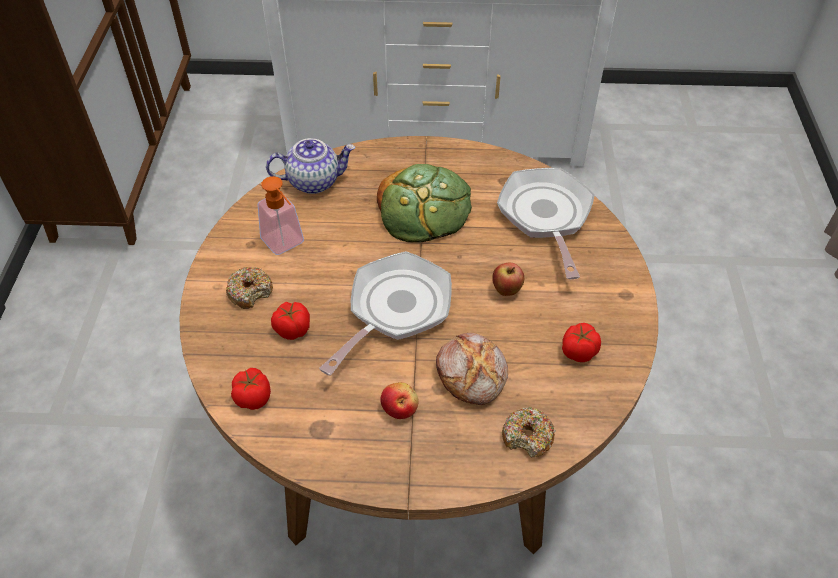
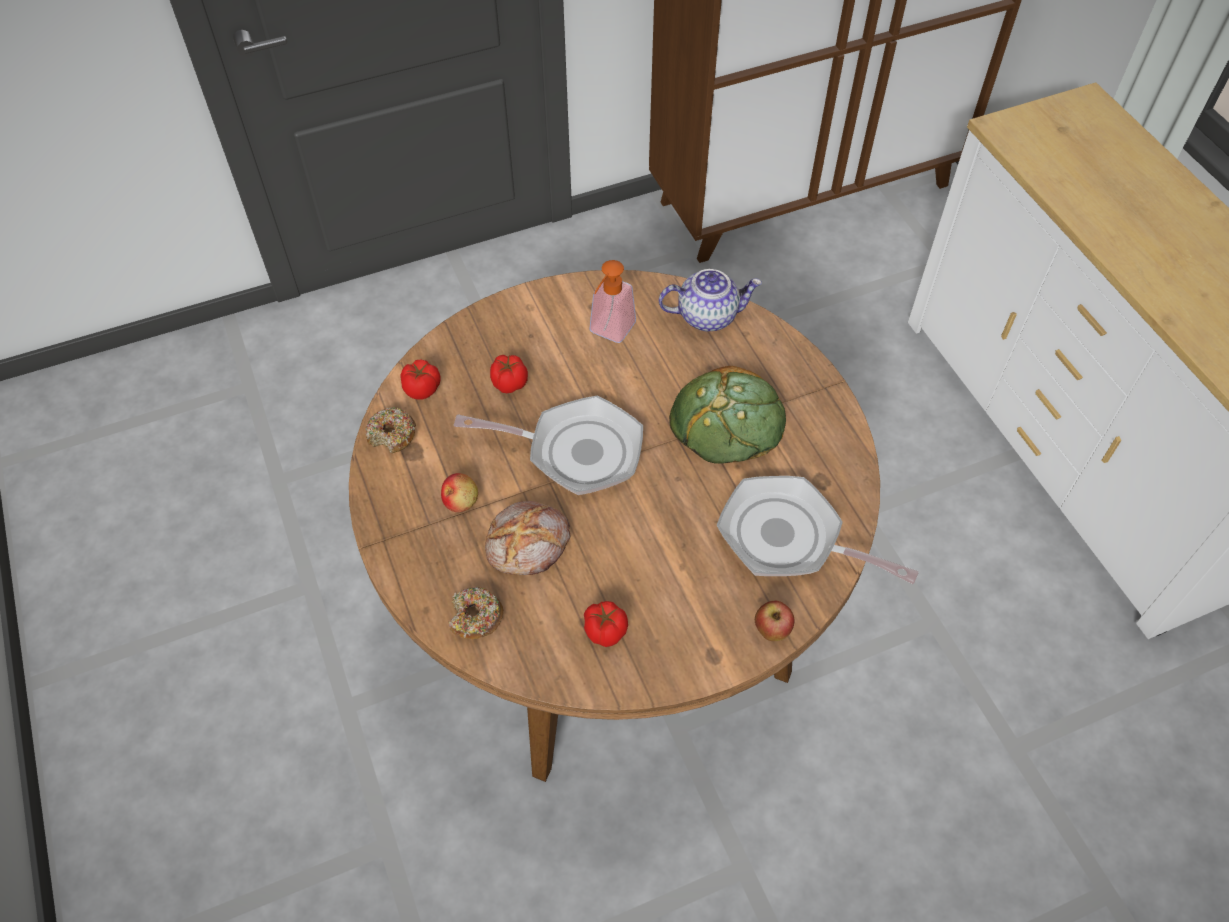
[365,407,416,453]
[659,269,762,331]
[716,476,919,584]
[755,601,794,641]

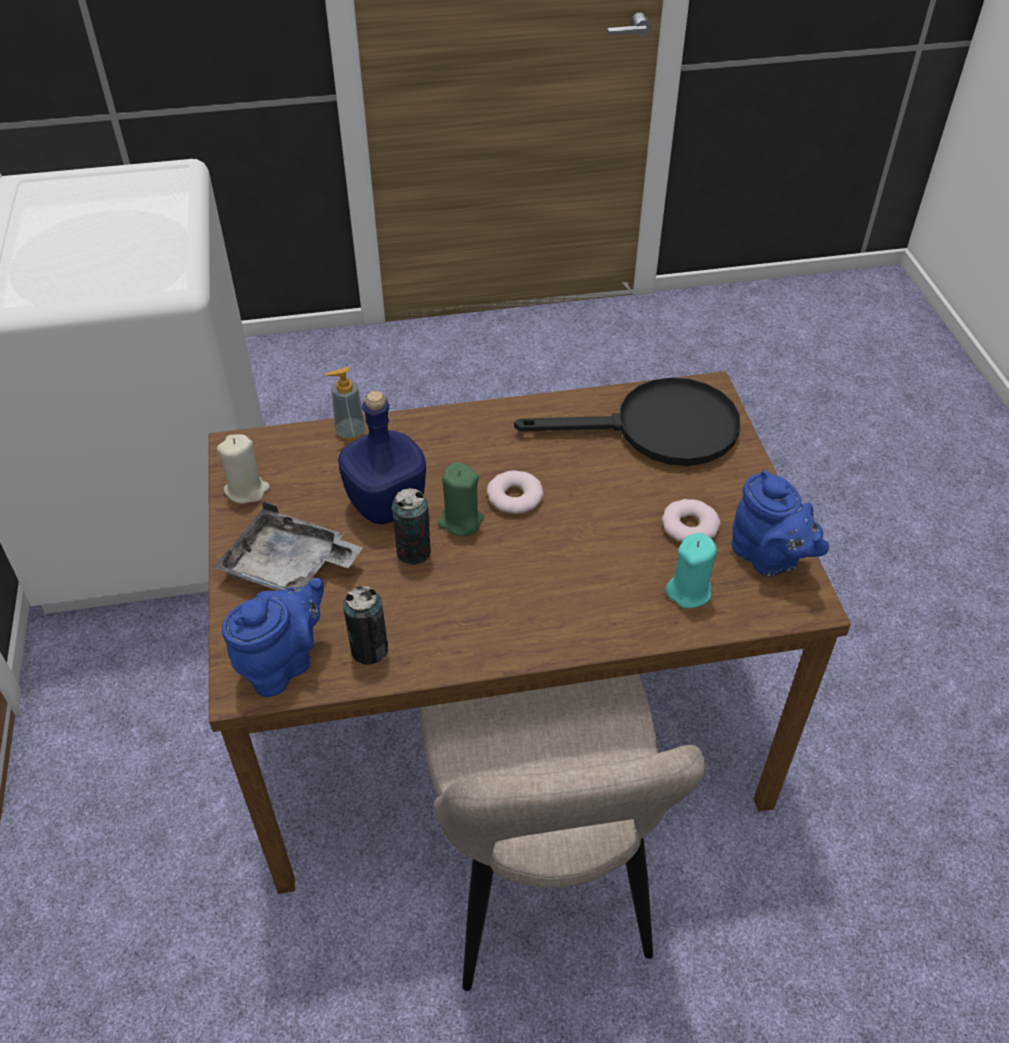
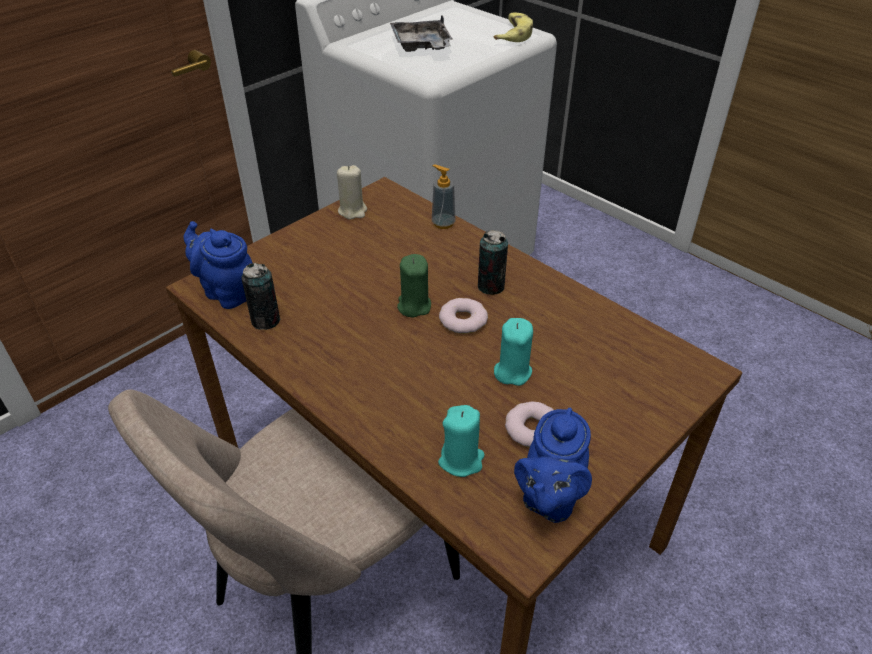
[183,221,253,309]
[390,15,453,52]
[478,230,508,295]
[493,12,533,42]
[494,318,533,386]
[338,391,426,524] (first image)
[514,377,740,466] (first image)

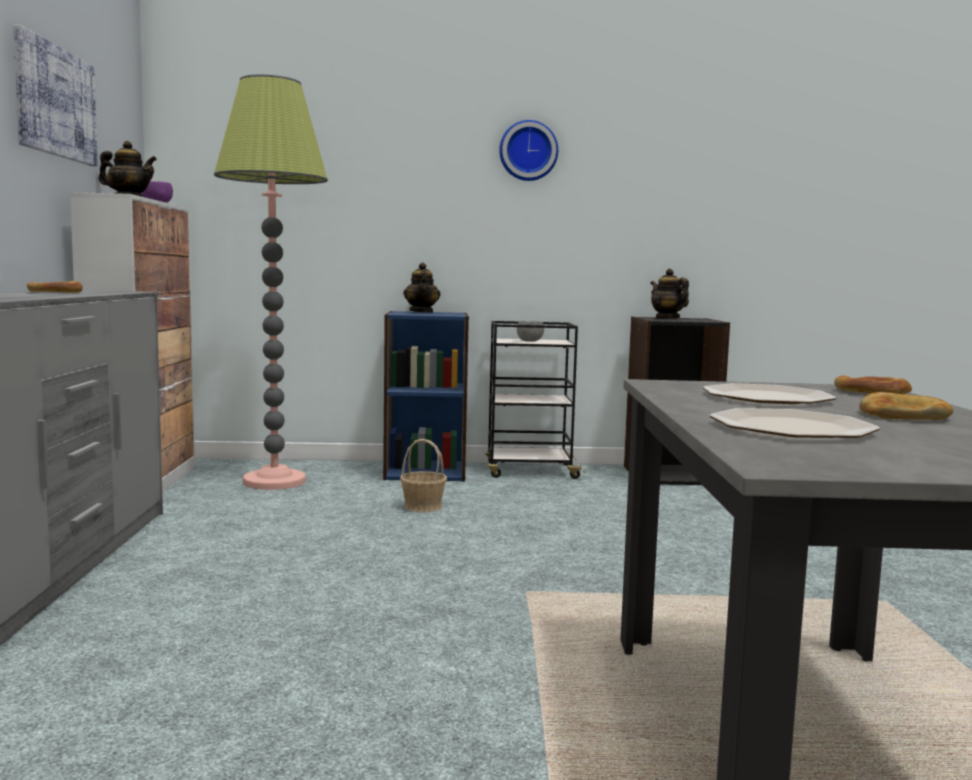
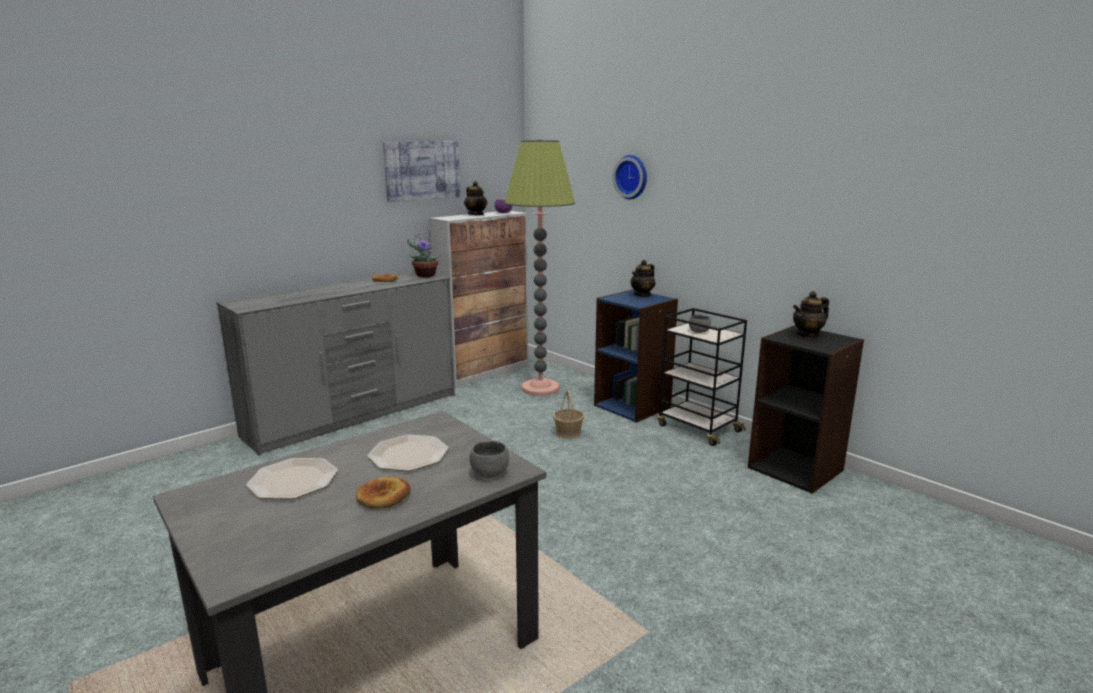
[407,234,442,277]
[470,441,509,478]
[613,155,647,199]
[793,291,829,338]

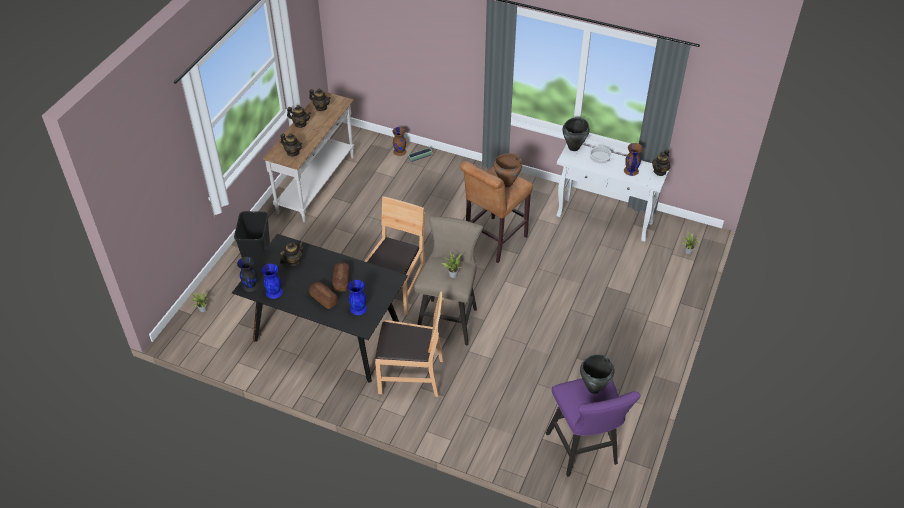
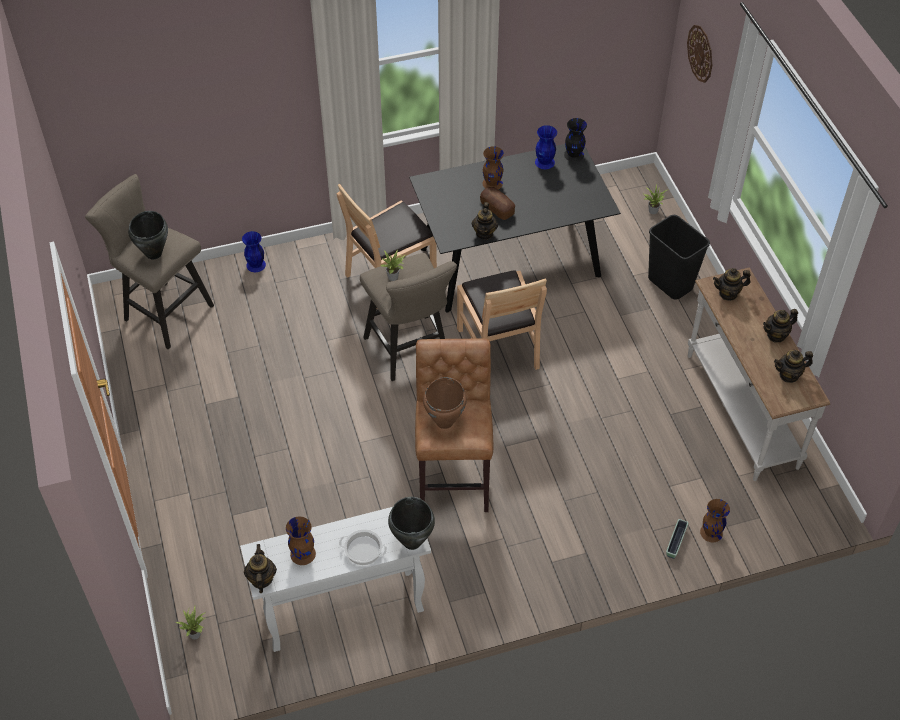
[85,174,214,350]
[242,231,266,272]
[472,202,498,240]
[482,146,504,190]
[687,25,712,83]

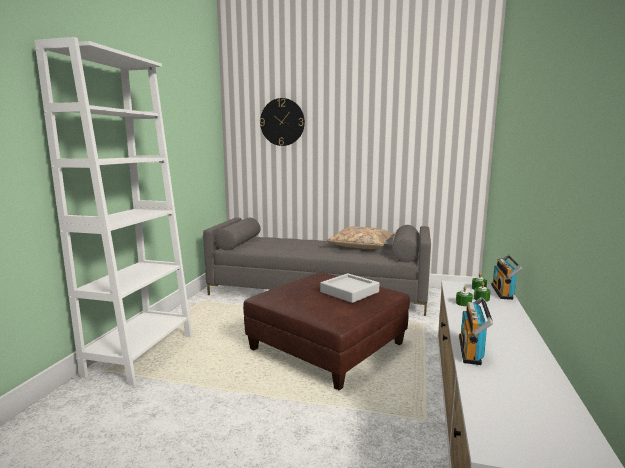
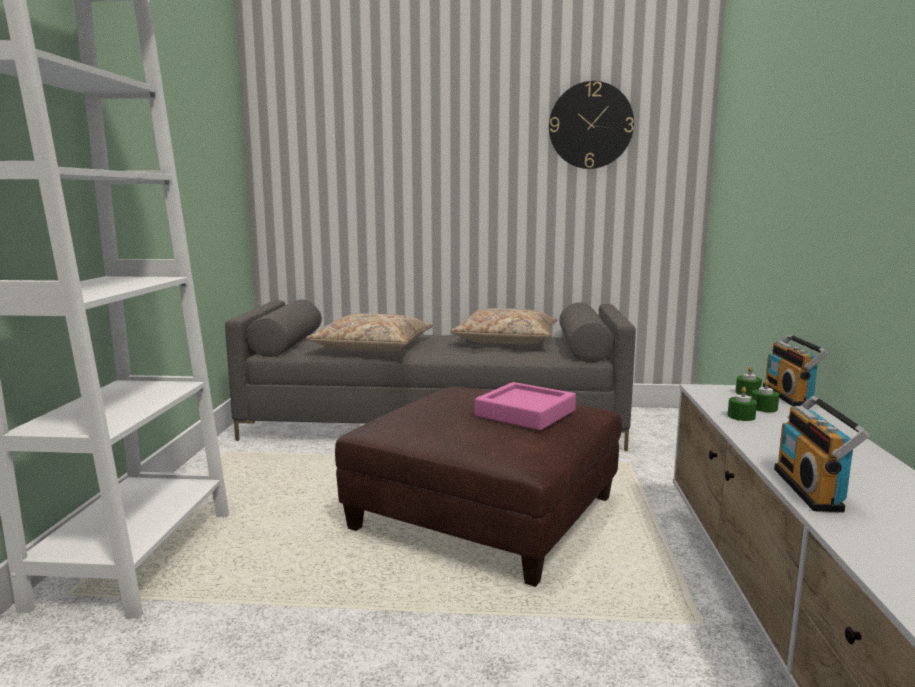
[306,313,433,352]
[475,382,576,430]
[549,81,634,169]

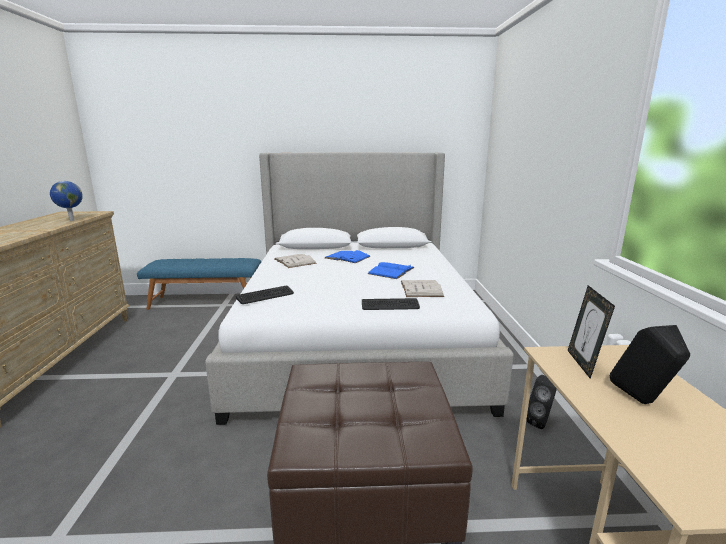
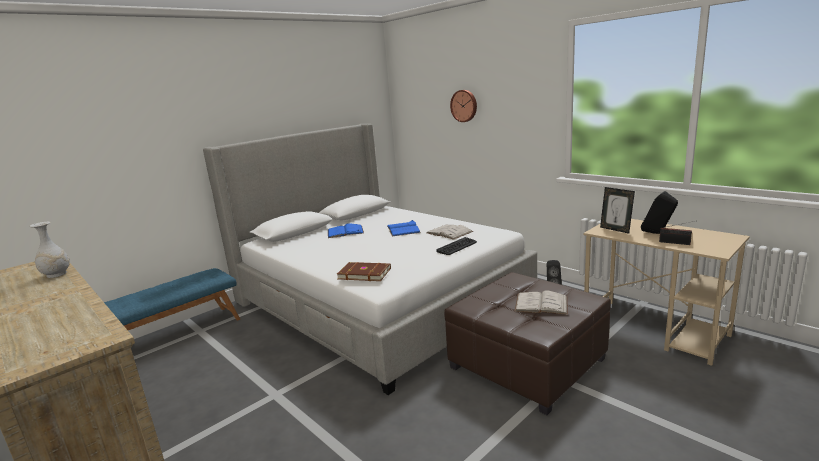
[29,222,70,278]
[337,262,391,281]
[450,90,477,122]
[515,290,568,315]
[659,221,695,245]

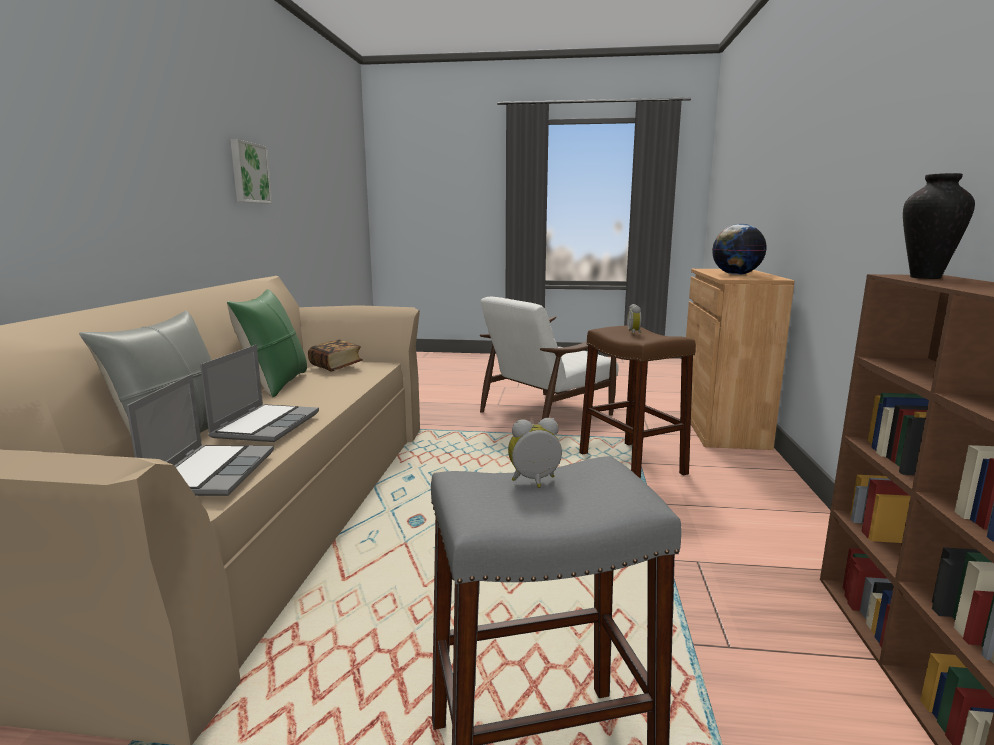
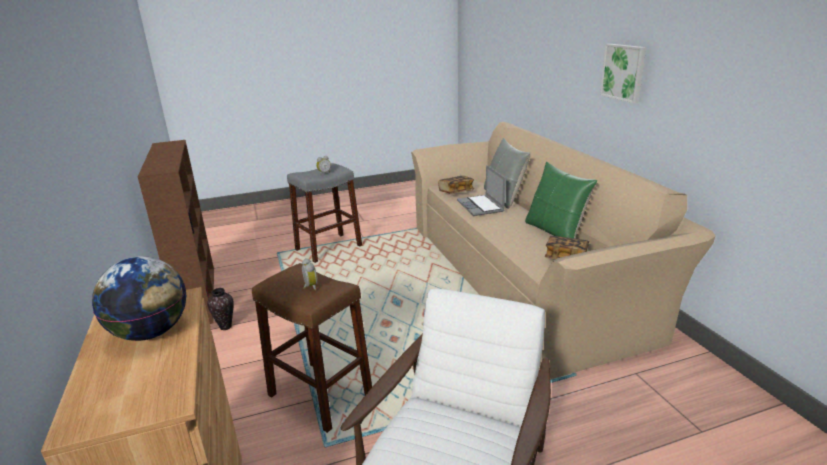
[207,288,234,330]
[438,176,474,194]
[600,44,646,103]

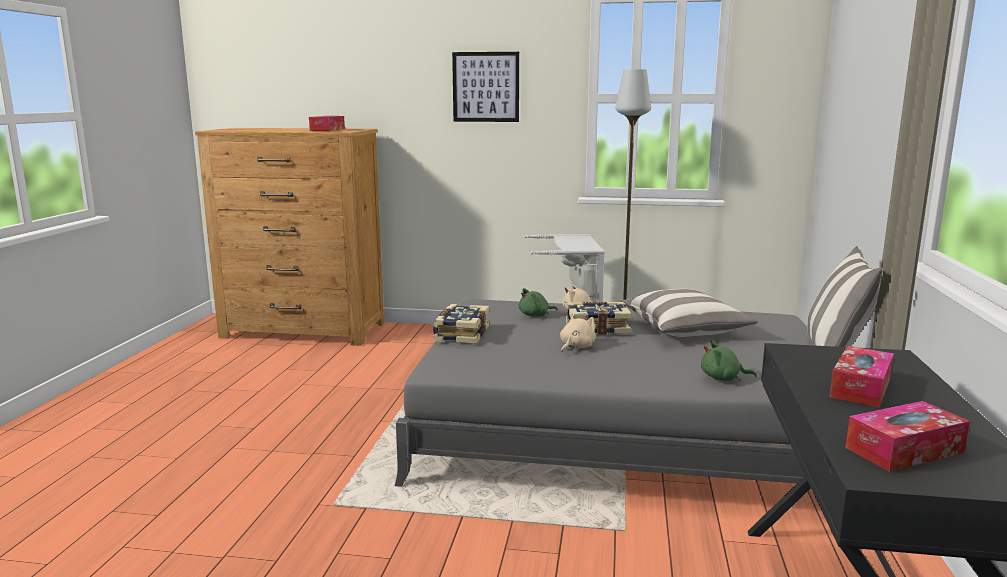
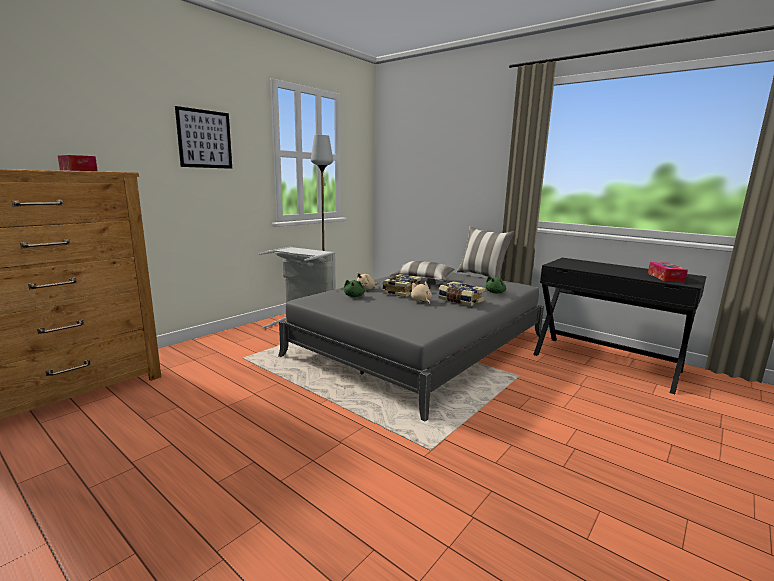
[438,281,486,306]
[830,346,894,407] (first image)

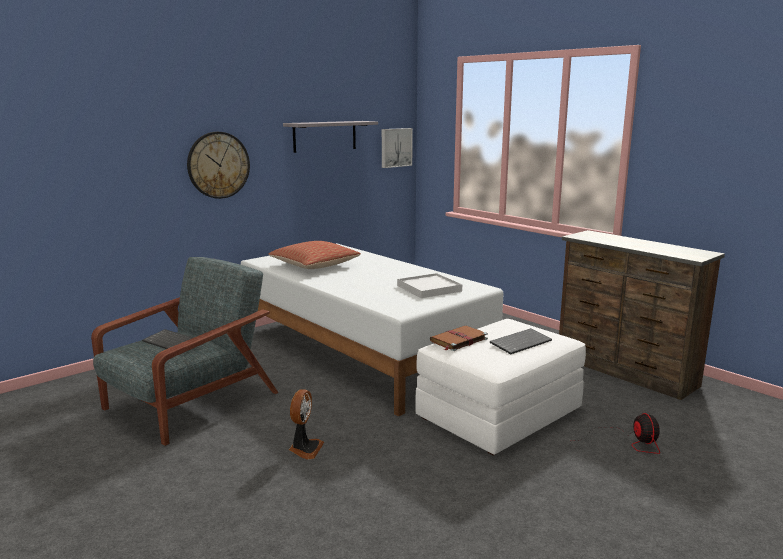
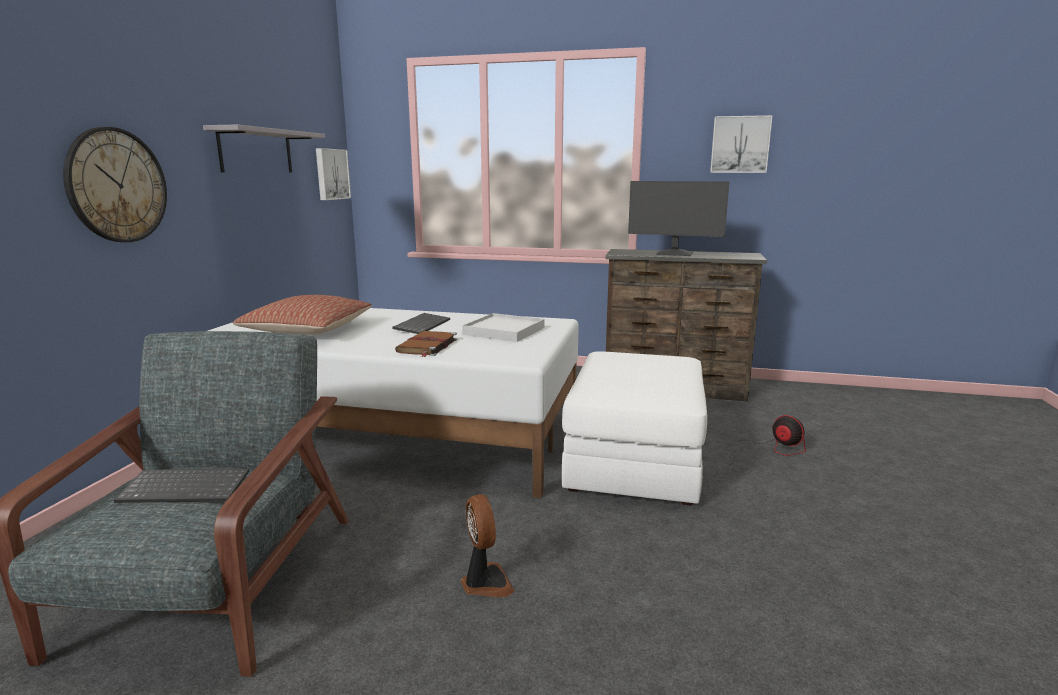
[392,313,450,334]
[395,331,457,357]
[628,181,730,256]
[710,115,773,173]

